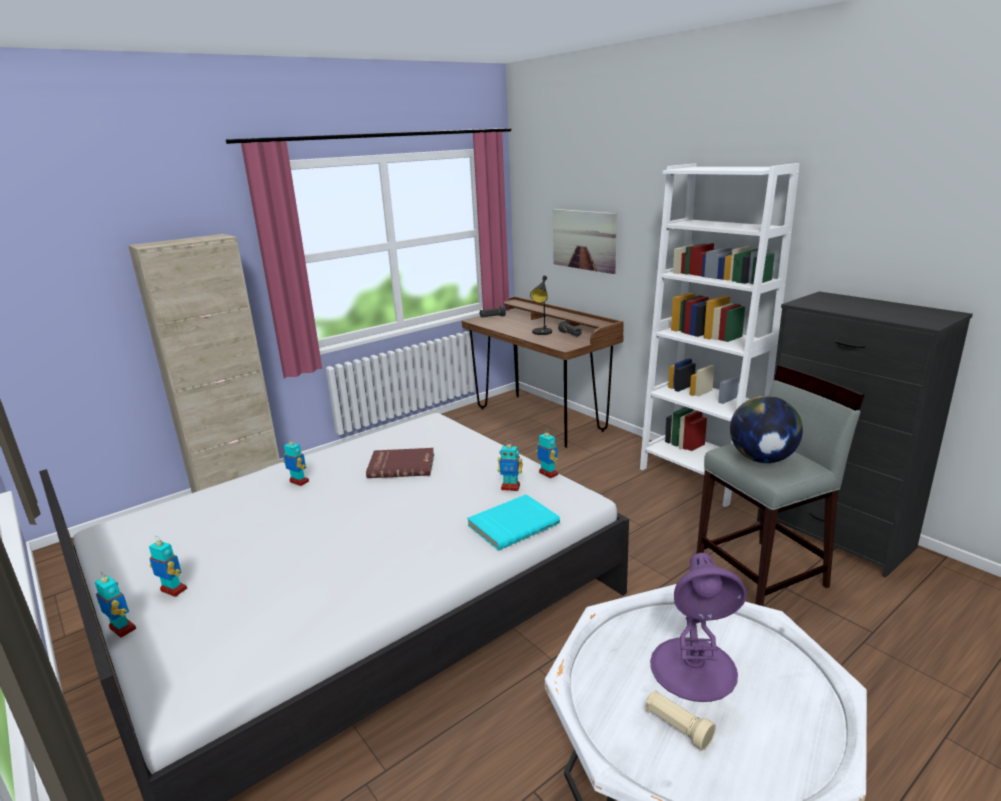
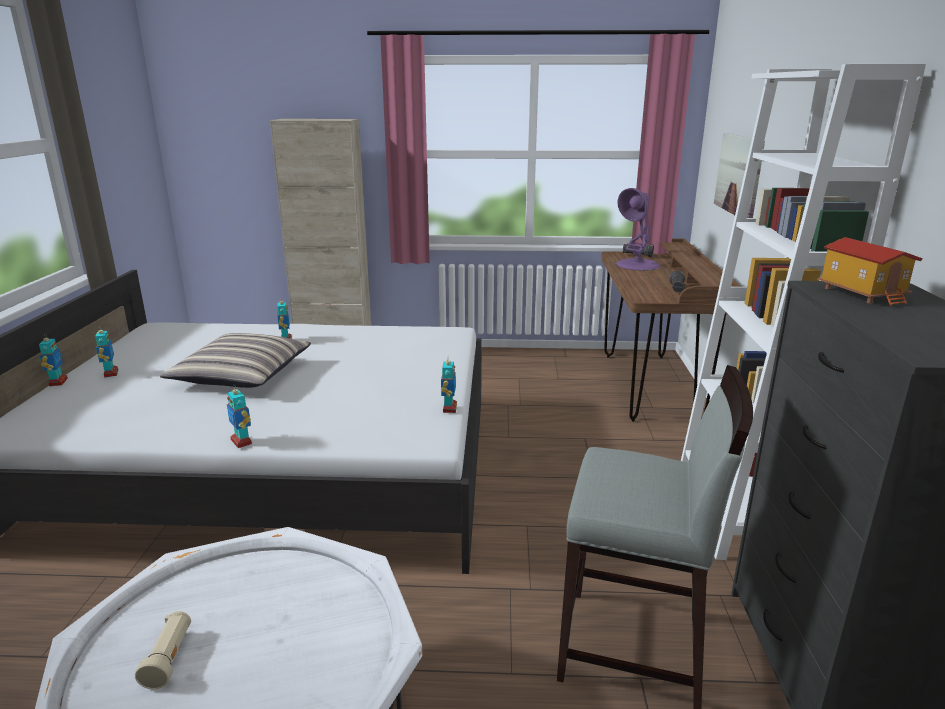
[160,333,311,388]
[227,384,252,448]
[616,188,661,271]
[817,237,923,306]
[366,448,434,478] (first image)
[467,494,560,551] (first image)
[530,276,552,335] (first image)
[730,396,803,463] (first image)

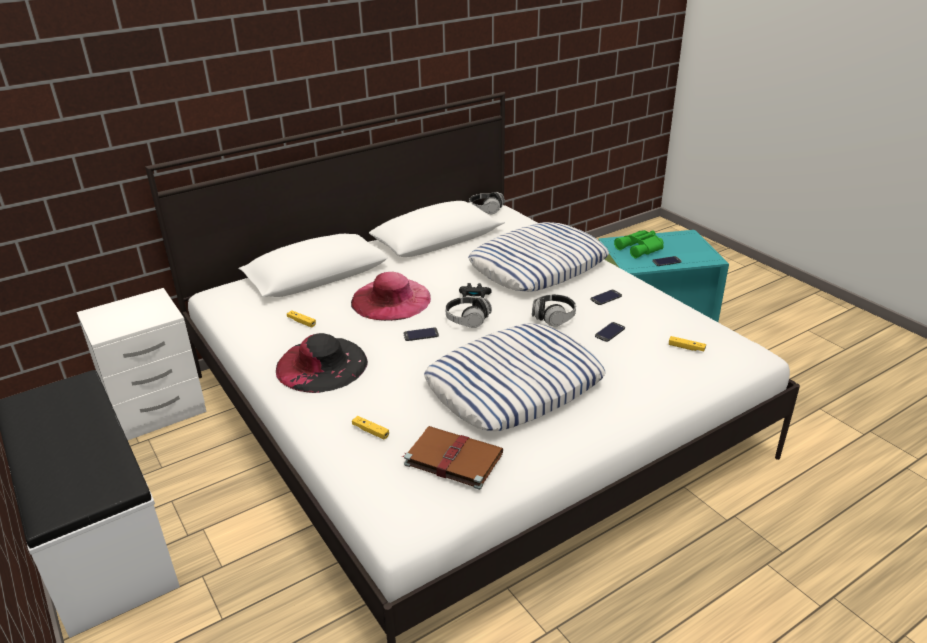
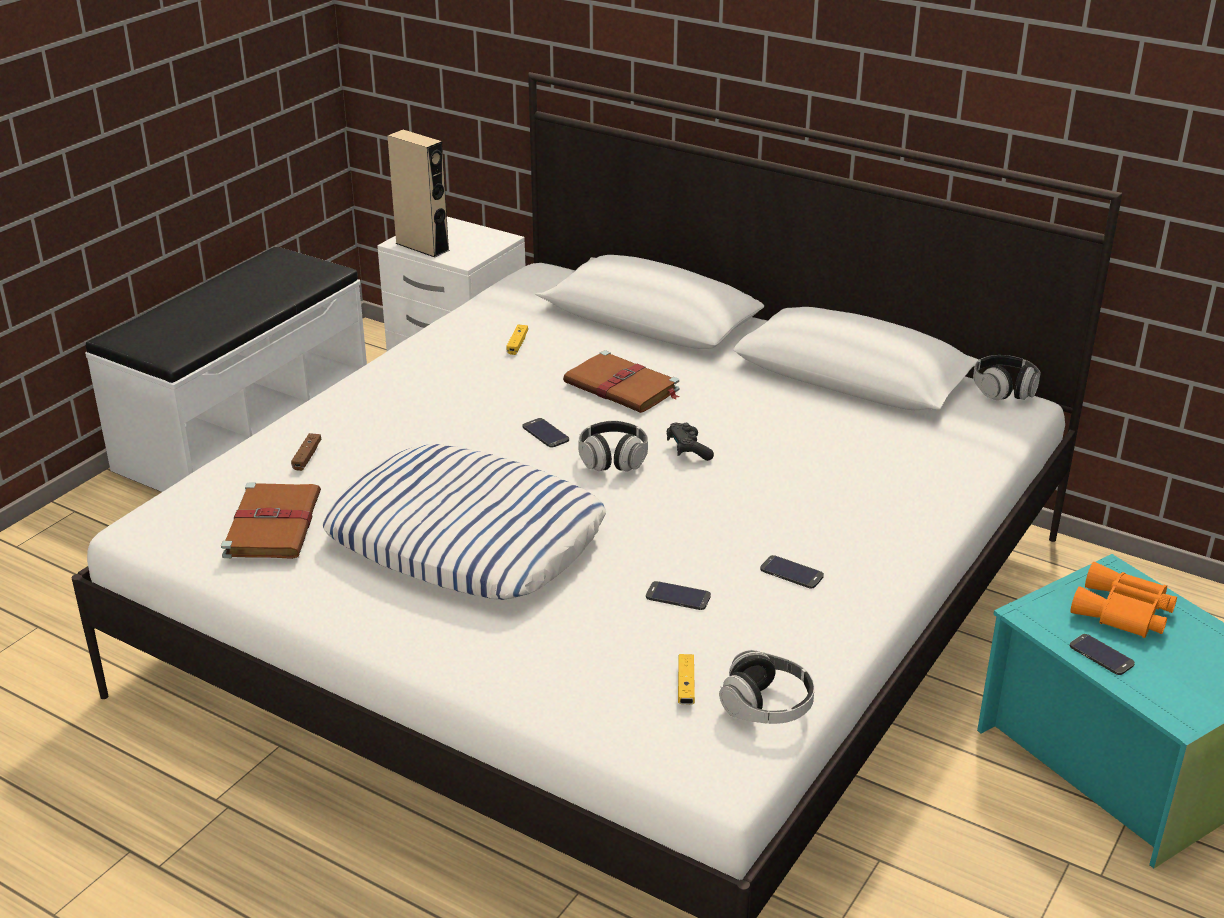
[291,433,321,471]
[387,130,450,257]
[563,350,679,413]
[719,650,815,724]
[1070,561,1177,638]
[276,333,368,393] (first image)
[468,222,609,292] (first image)

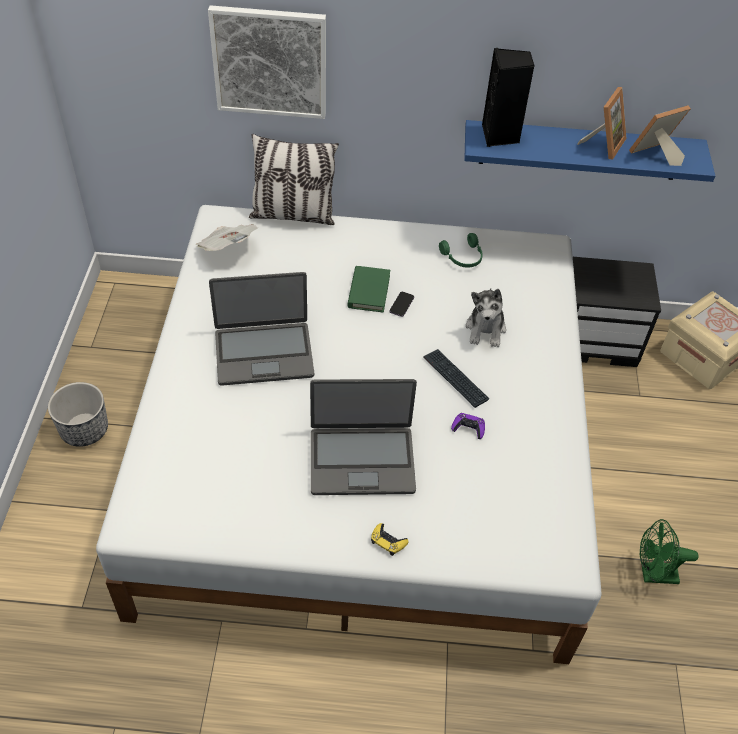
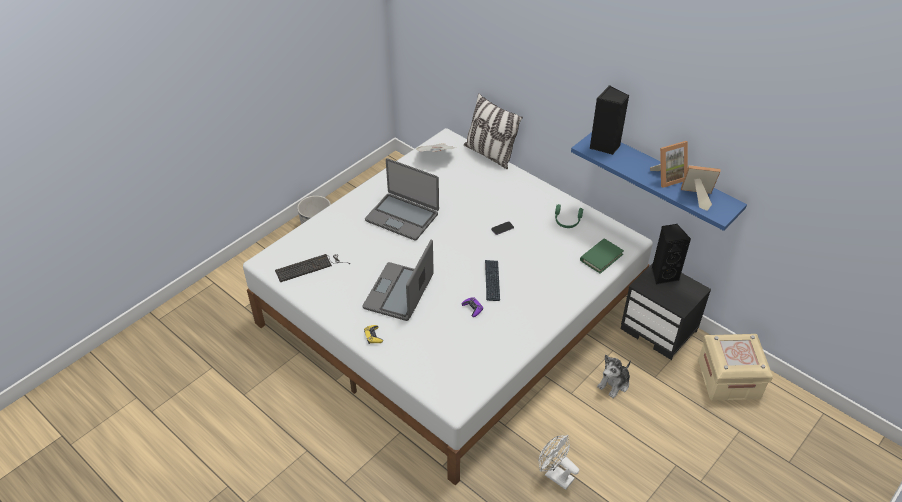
[275,254,350,282]
[363,240,434,321]
[538,435,579,490]
[580,238,624,274]
[597,355,631,398]
[652,224,691,285]
[208,5,326,119] (first image)

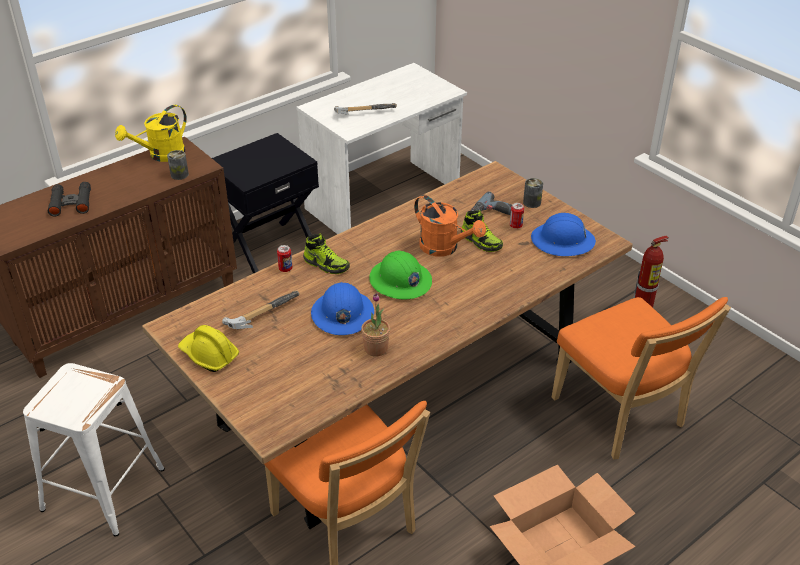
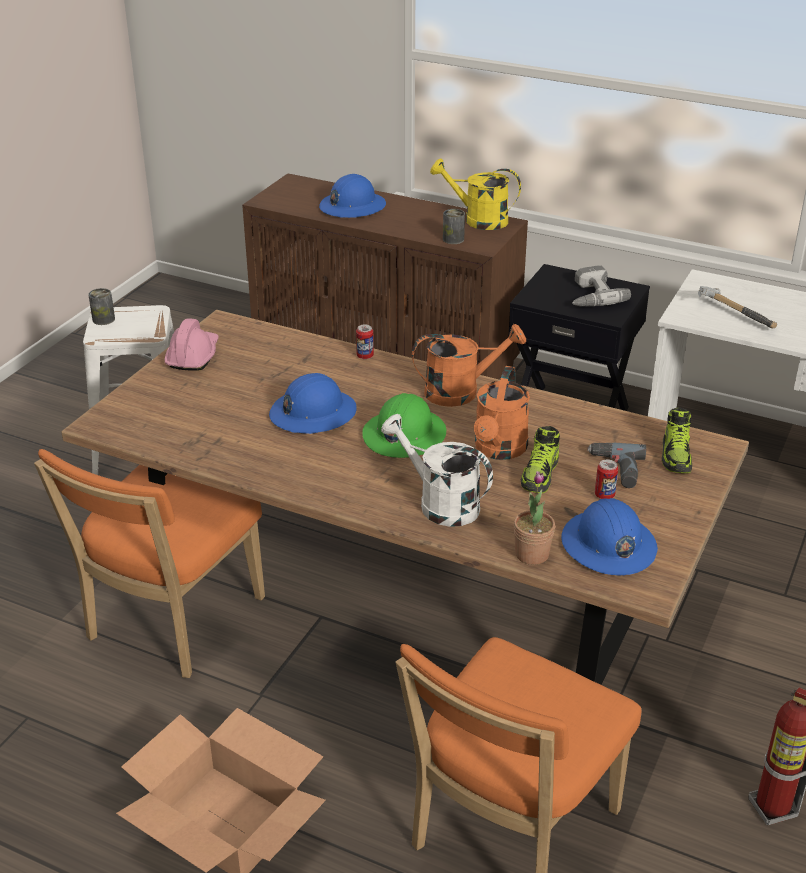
[88,288,115,325]
[165,318,219,371]
[319,174,386,218]
[381,414,493,527]
[412,324,526,407]
[514,471,555,565]
[573,266,631,306]
[662,407,692,473]
[222,290,300,329] (first image)

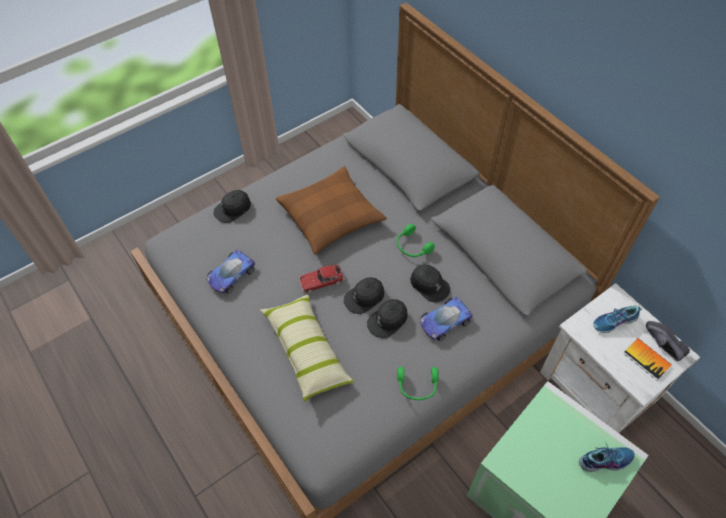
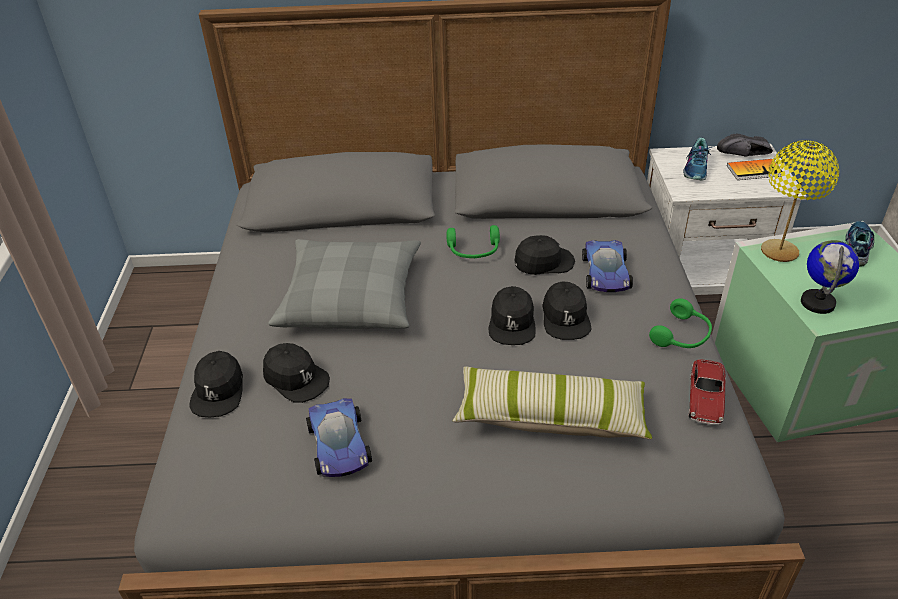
[263,343,330,403]
[268,239,421,329]
[688,359,726,425]
[761,140,839,262]
[801,240,859,314]

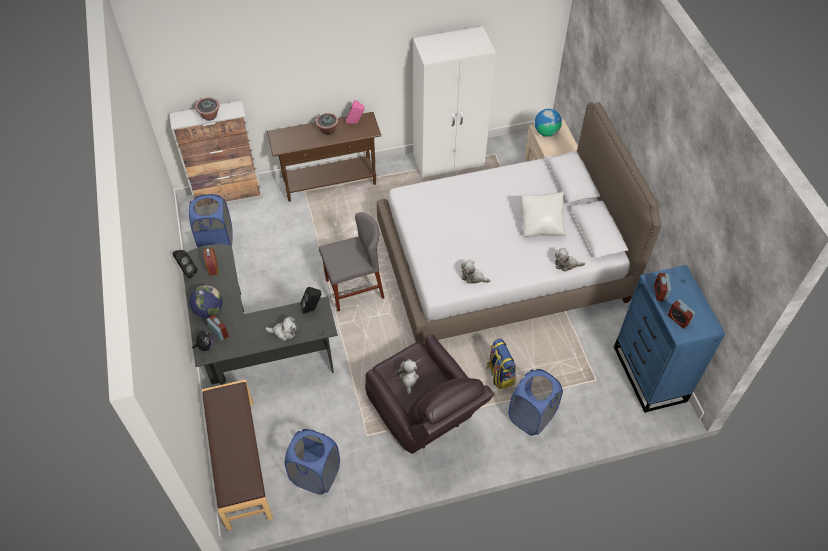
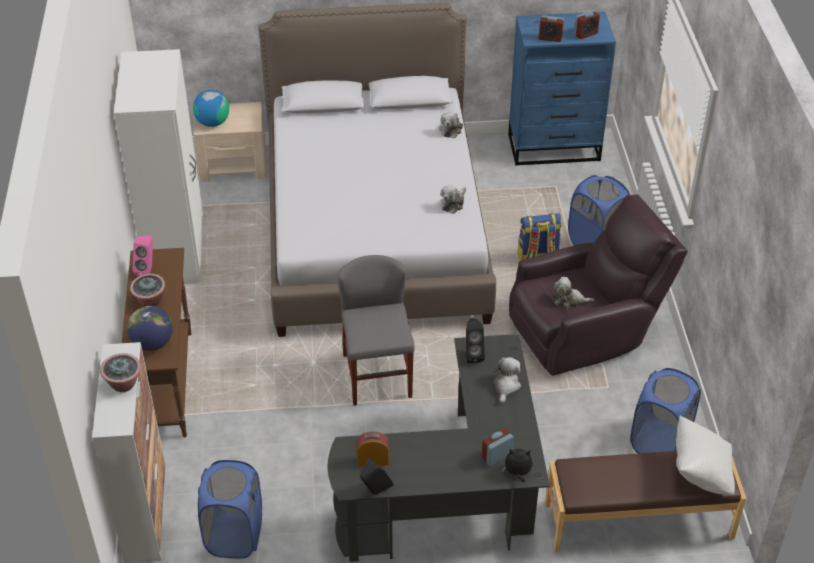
[127,306,173,351]
[676,416,735,495]

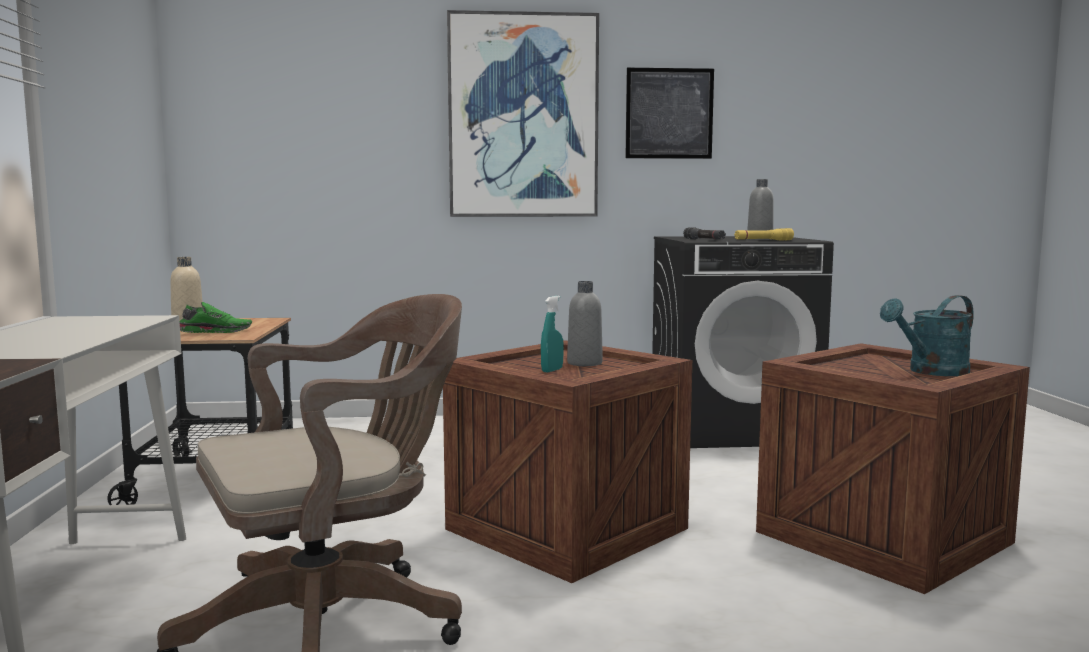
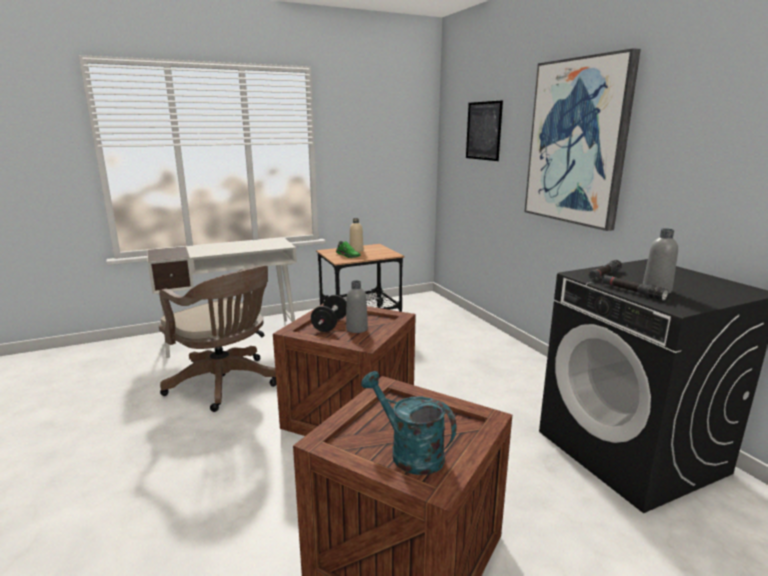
[311,295,346,332]
[466,100,503,161]
[602,275,668,301]

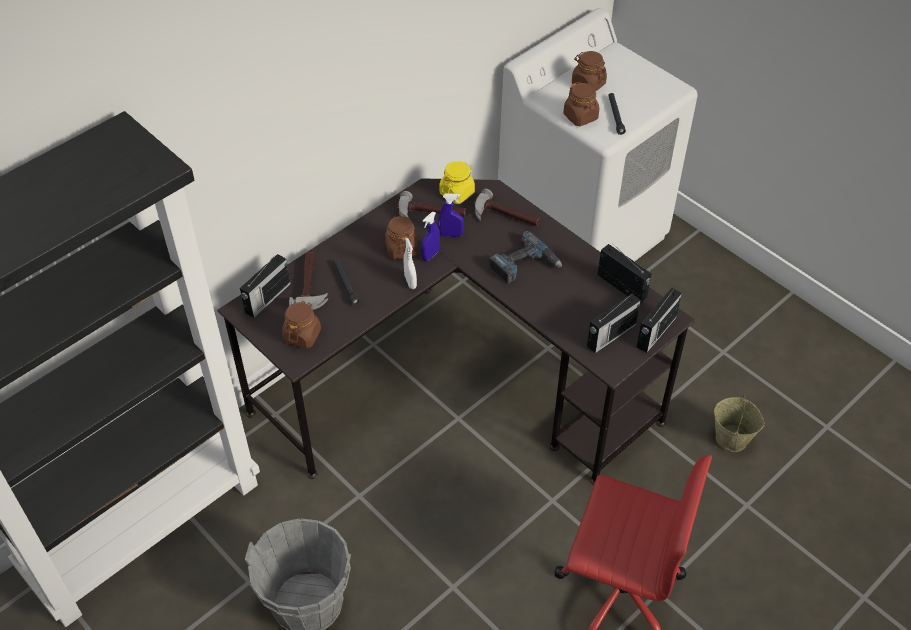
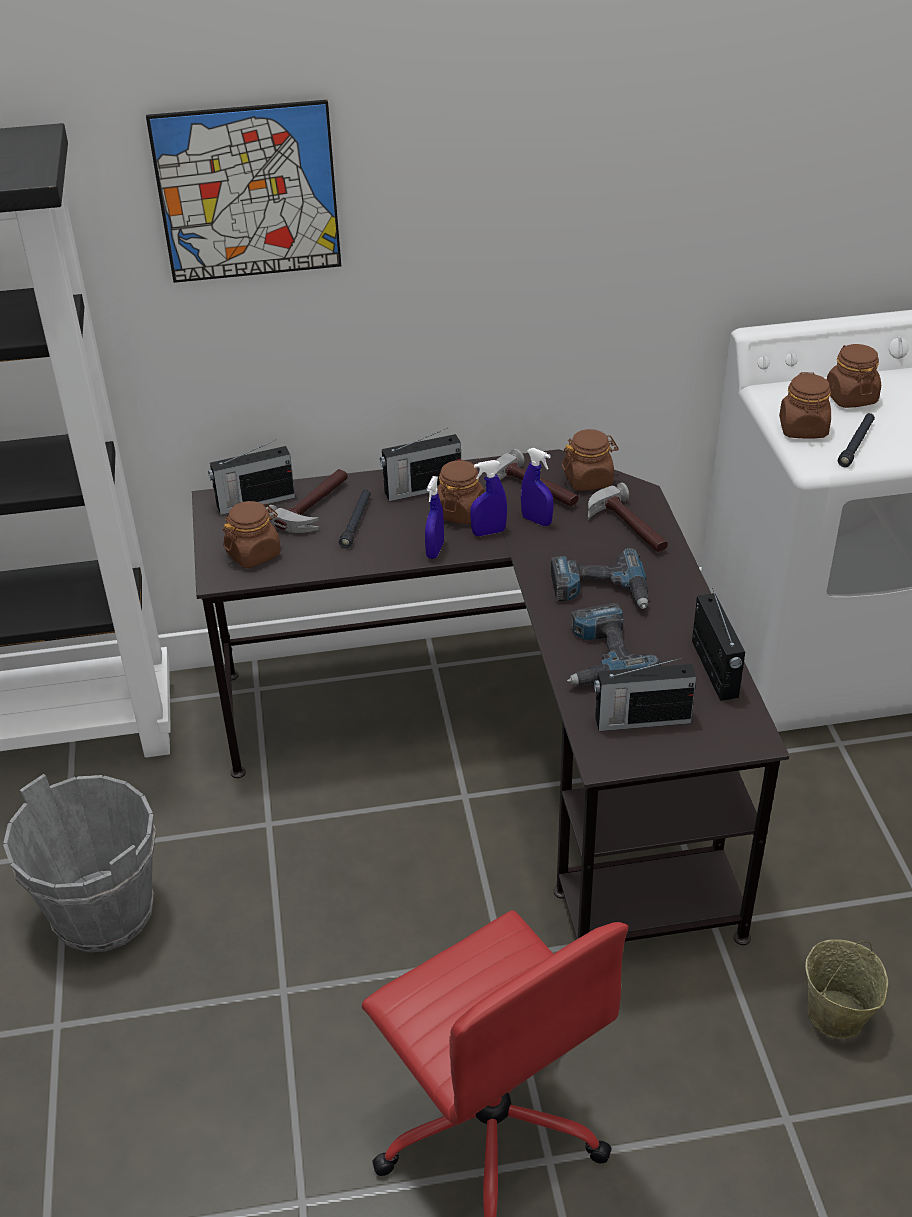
[146,99,341,283]
[380,428,461,501]
[425,476,444,559]
[562,429,619,491]
[567,603,661,685]

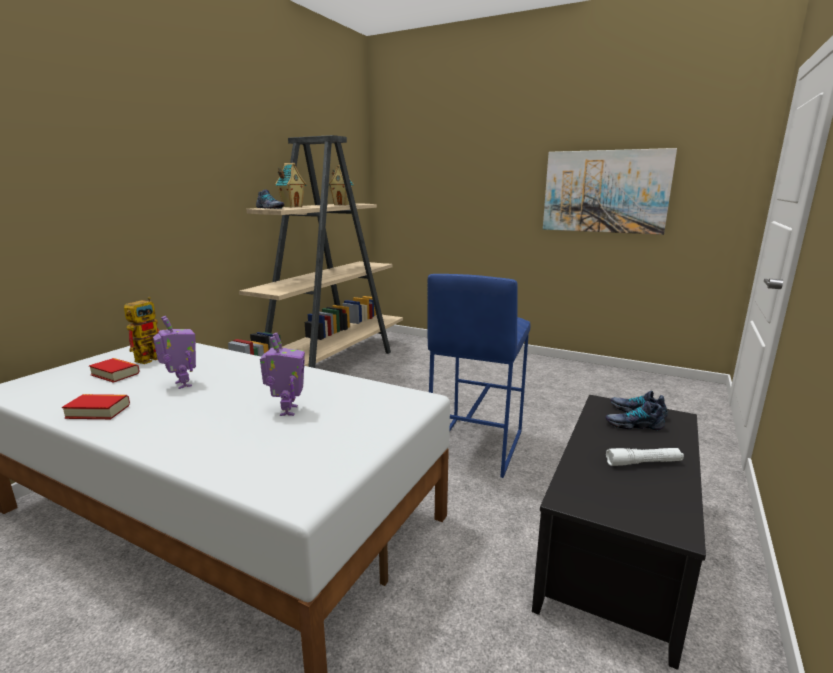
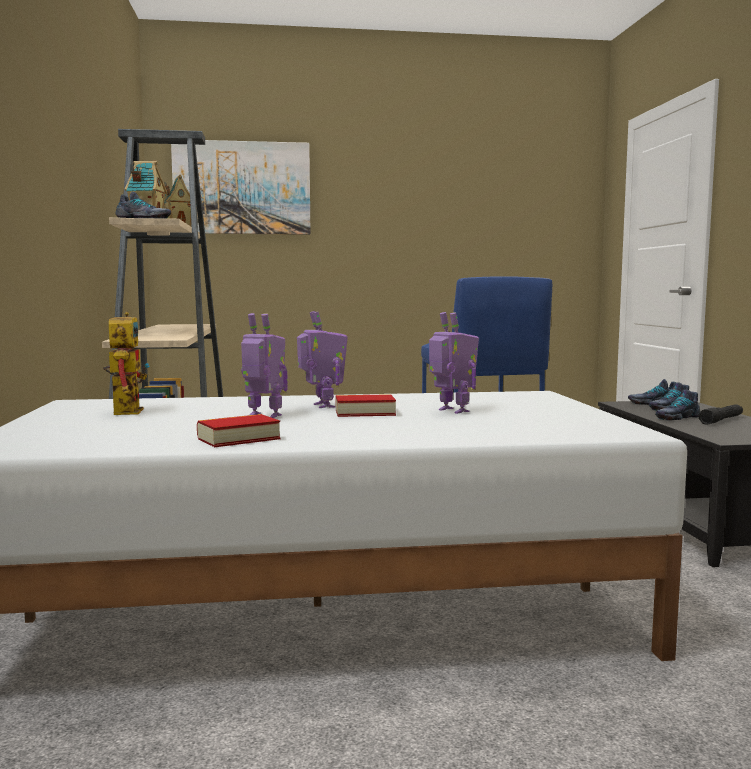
[171,140,310,235]
[297,311,348,408]
[336,394,396,417]
[655,389,700,420]
[699,404,743,425]

